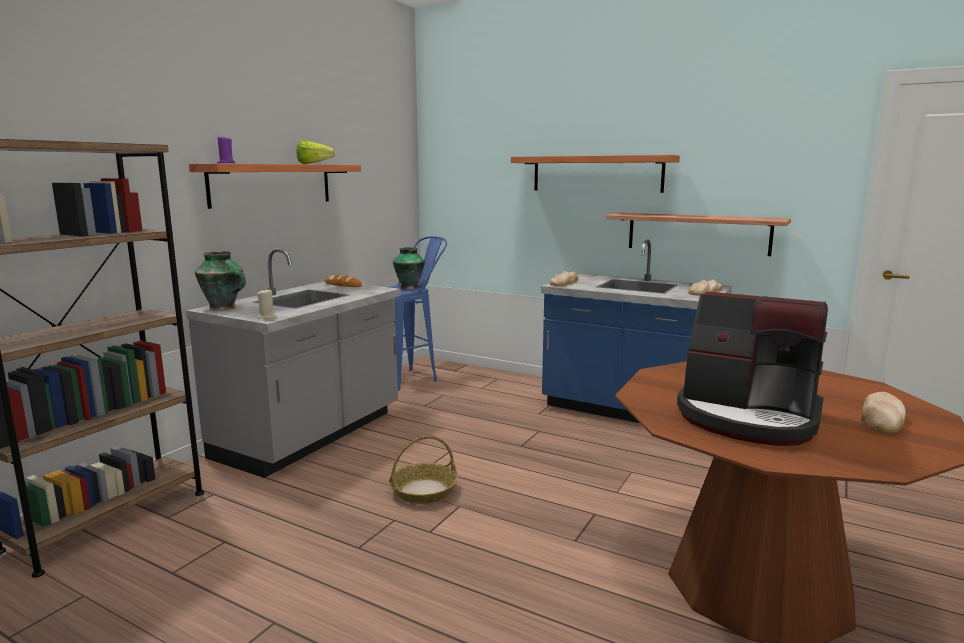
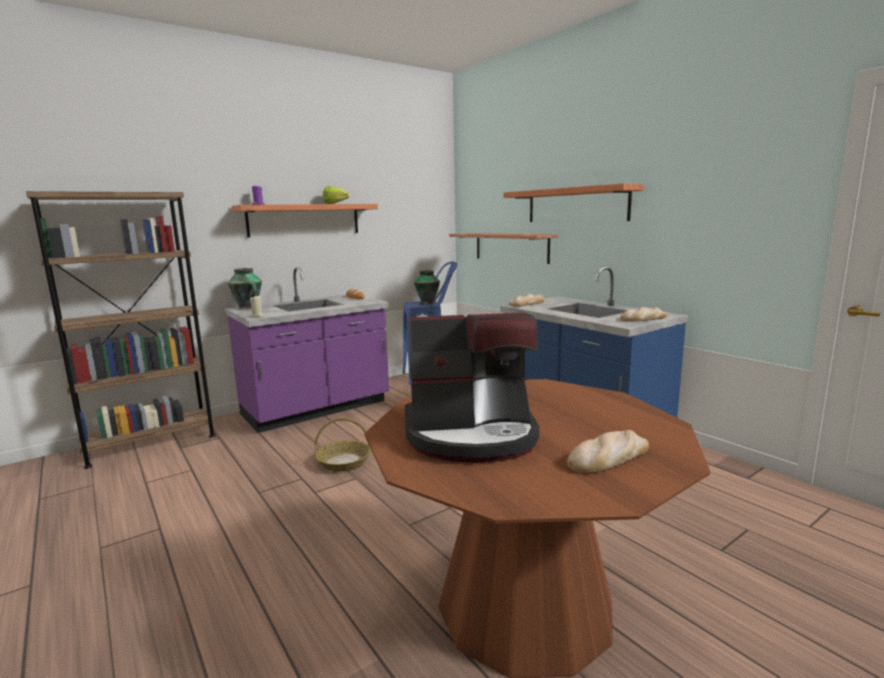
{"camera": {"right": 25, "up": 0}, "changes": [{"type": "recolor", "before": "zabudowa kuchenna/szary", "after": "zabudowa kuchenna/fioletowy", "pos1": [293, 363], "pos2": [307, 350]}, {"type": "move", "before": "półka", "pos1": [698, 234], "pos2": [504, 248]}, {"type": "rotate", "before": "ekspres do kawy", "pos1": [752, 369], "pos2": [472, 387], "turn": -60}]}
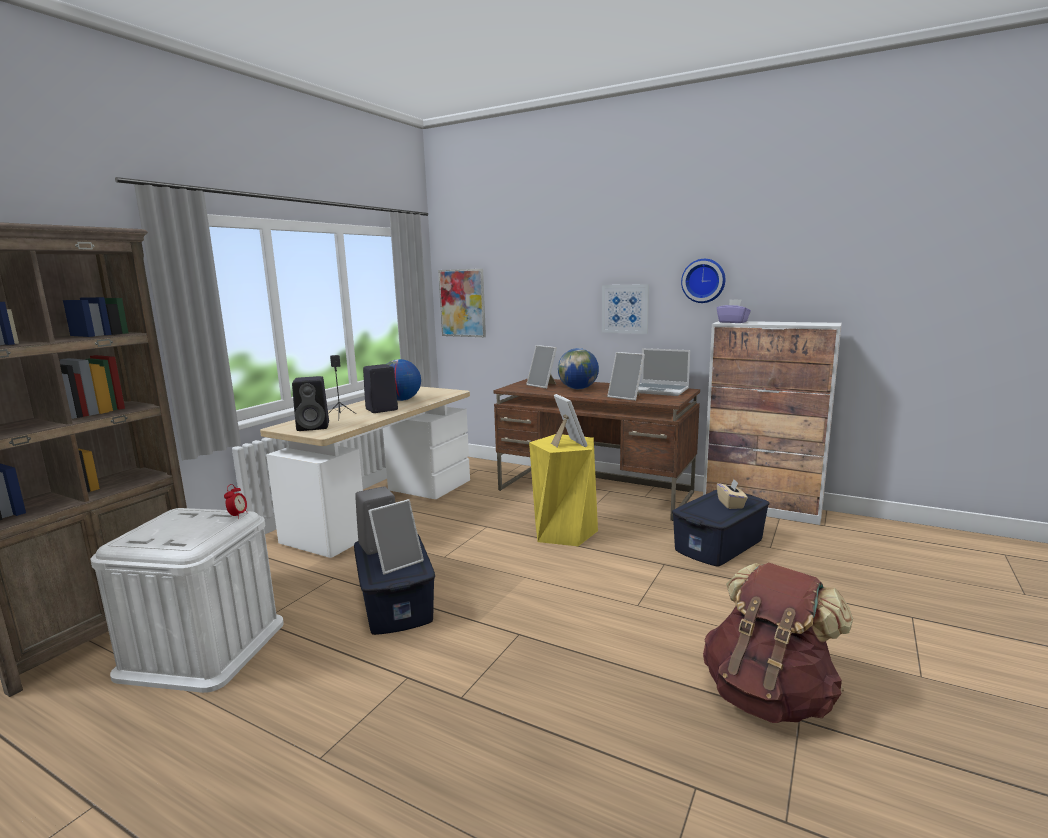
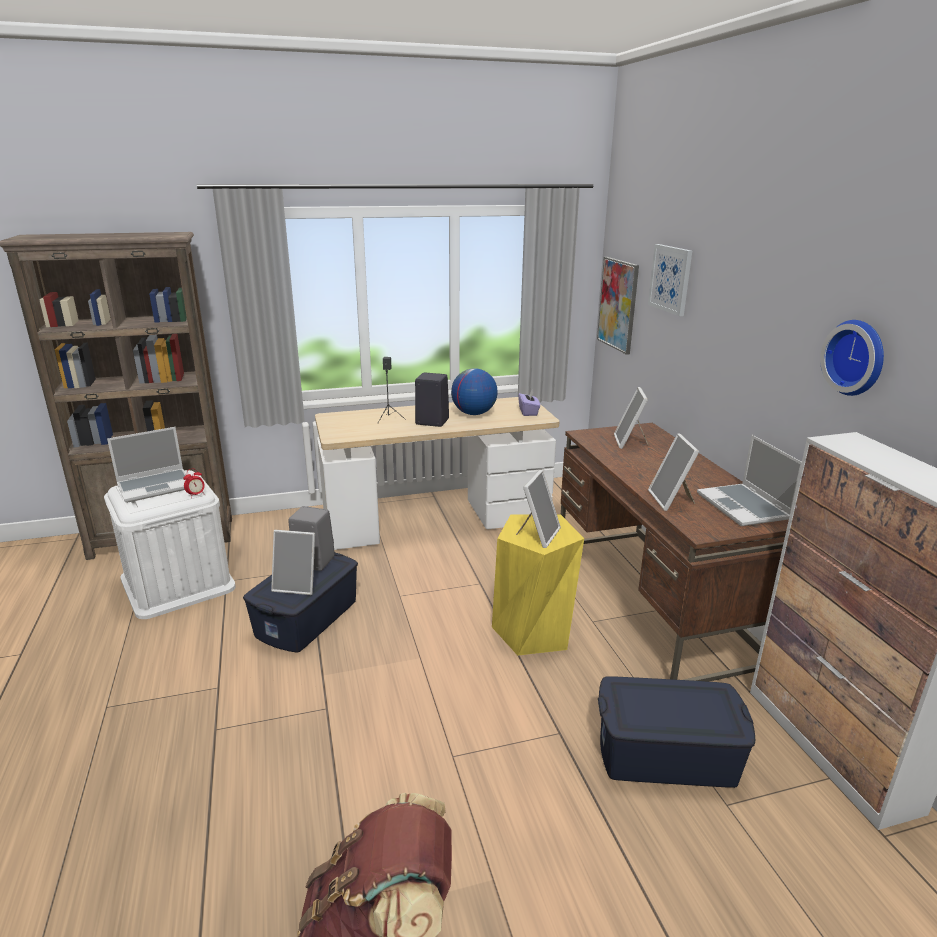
{"camera": {"right": 45, "up": 10}, "changes": [{"type": "delete", "before": "głośnik/czarny", "pos1": [310, 403]}, {"type": "delete", "before": "globus", "pos1": [578, 368]}, {"type": "move", "before": "obraz", "pos1": [625, 309], "pos2": [670, 280]}, {"type": "move", "before": "pudełko chusteczek/fioletowy", "pos1": [734, 311], "pos2": [529, 403]}, {"type": "delete", "before": "pudełko chusteczek/beżowy", "pos1": [732, 494]}, {"type": "insert", "after": "laptop", "pos2": [147, 465]}]}
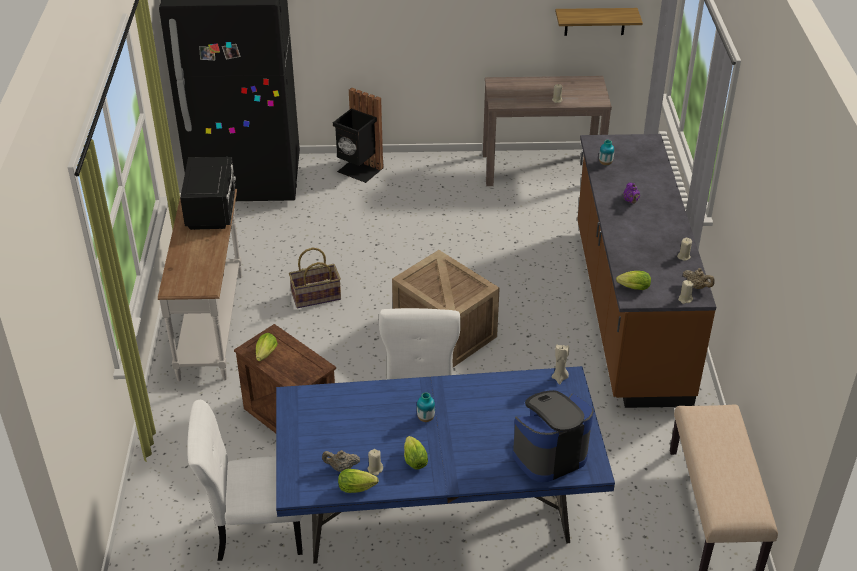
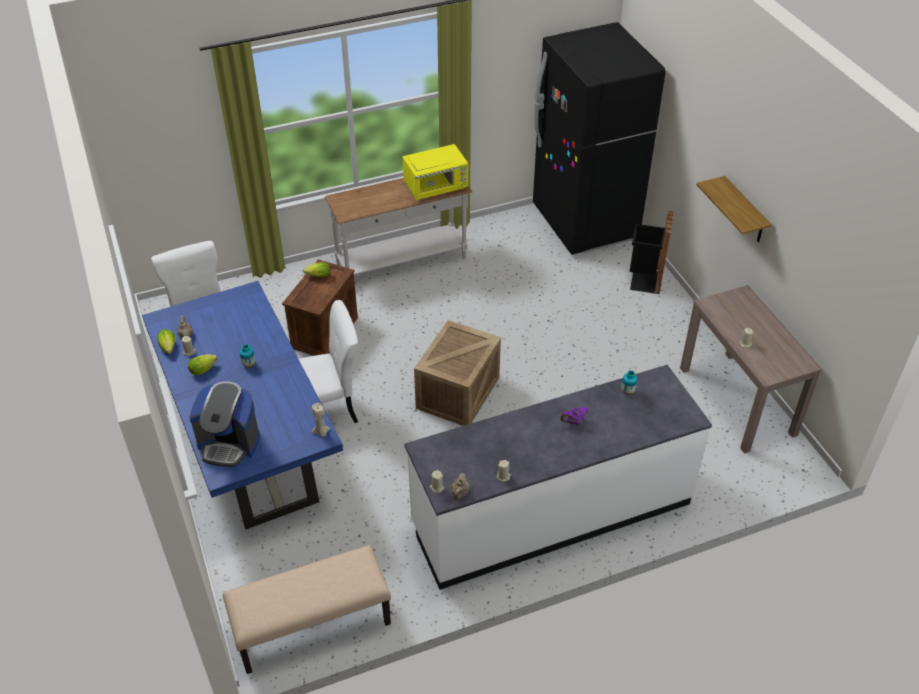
{"camera": {"right": 70, "up": 5}, "changes": [{"type": "recolor", "before": "mikrofalówka/czarny", "after": "mikrofalówka/żółty", "pos1": [208, 193], "pos2": [435, 172]}, {"type": "delete", "before": "koszyk", "pos1": [315, 278]}, {"type": "rotate", "before": "ekspres do kawy", "pos1": [553, 436], "pos2": [224, 424], "turn": 150}, {"type": "move", "before": "półka", "pos1": [599, 22], "pos2": [734, 209]}, {"type": "recolor", "before": "zabudowa kuchenna/brązowy", "after": "zabudowa kuchenna/biały", "pos1": [646, 271], "pos2": [558, 477]}, {"type": "delete", "before": "sałata", "pos1": [633, 280]}]}
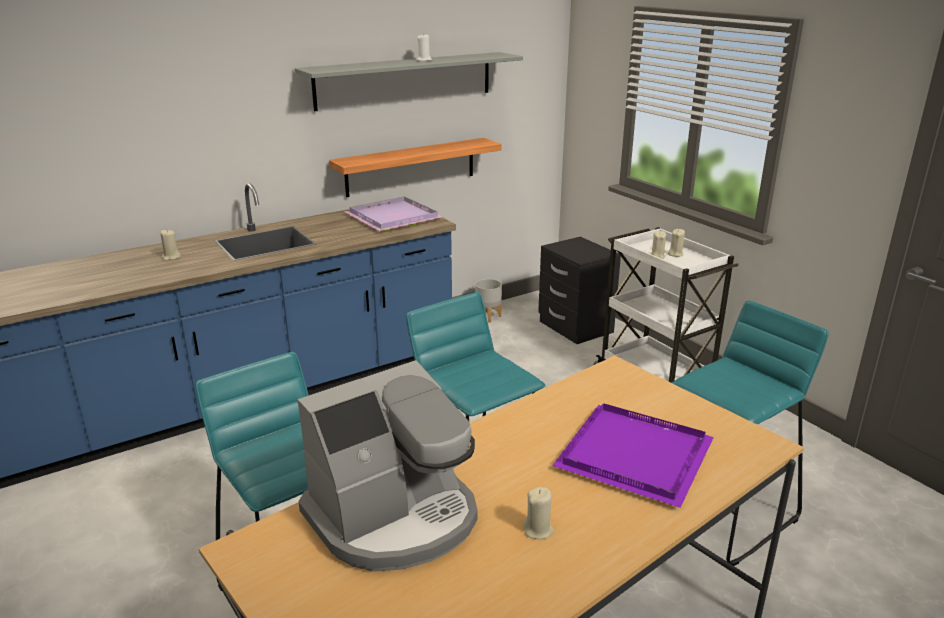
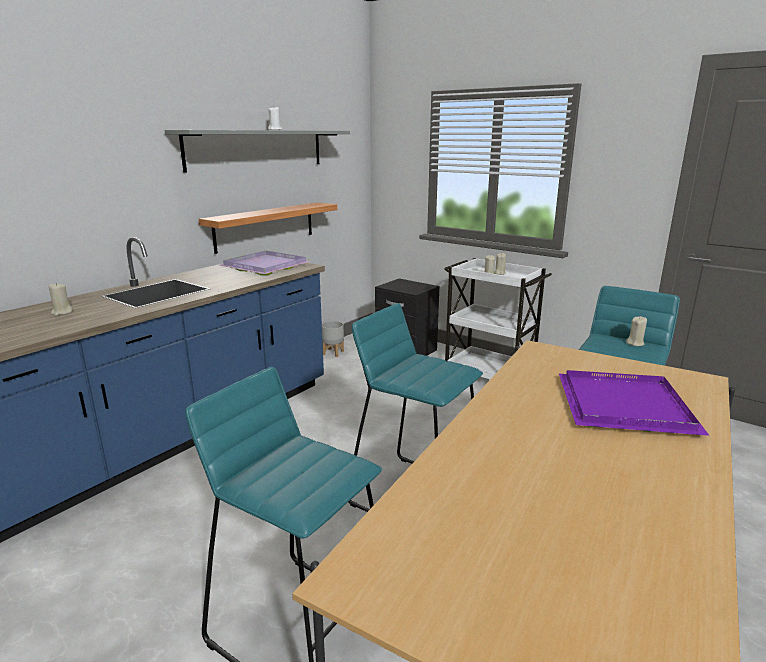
{"camera": {"right": -20, "up": -5}, "changes": [{"type": "delete", "before": "ekspres do kawy", "pos1": [388, 466]}, {"type": "move", "before": "świeca/beżowy", "pos1": [538, 513], "pos2": [636, 331]}]}
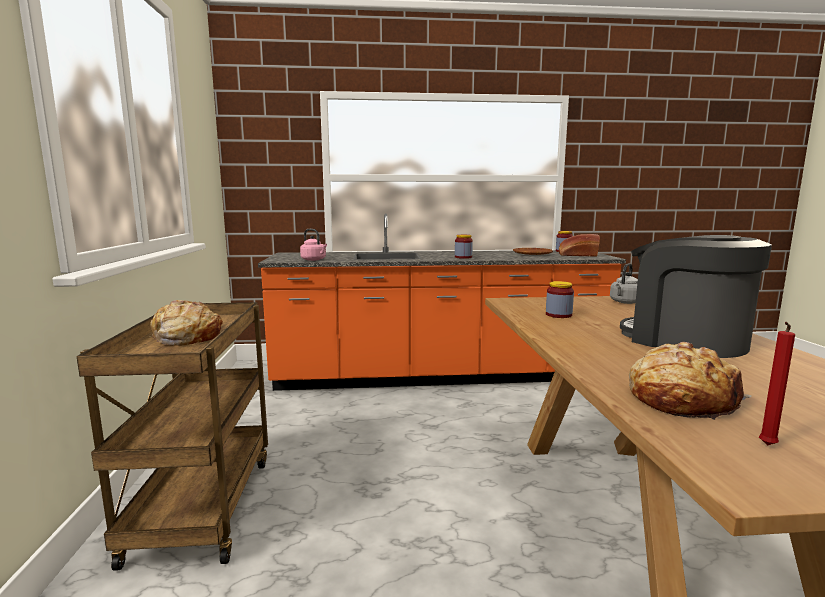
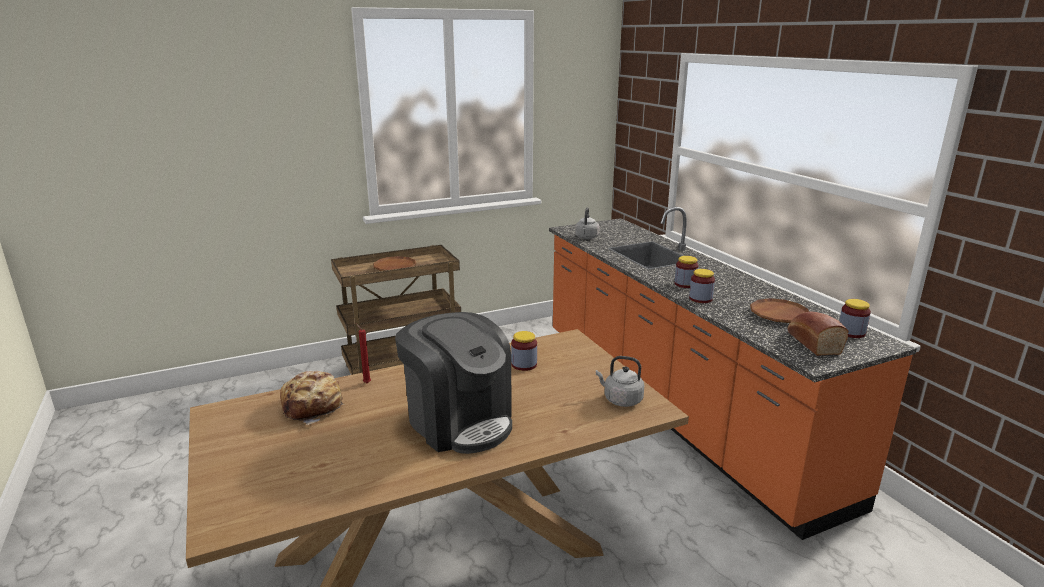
{"camera": {"right": 70, "up": 10}, "changes": [{"type": "replace", "before": "chleb", "after": "talerz/brązowy", "pos1": [186, 323], "pos2": [394, 263]}, {"type": "recolor", "before": "czajnik/różowy", "after": "czajnik/szary", "pos1": [313, 245], "pos2": [587, 223]}, {"type": "rotate", "before": "ekspres do kawy", "pos1": [696, 296], "pos2": [453, 383], "turn": 105}, {"type": "move", "before": "świeca/czerwony", "pos1": [777, 384], "pos2": [363, 353]}, {"type": "insert", "after": "słoik", "pos2": [702, 286]}]}
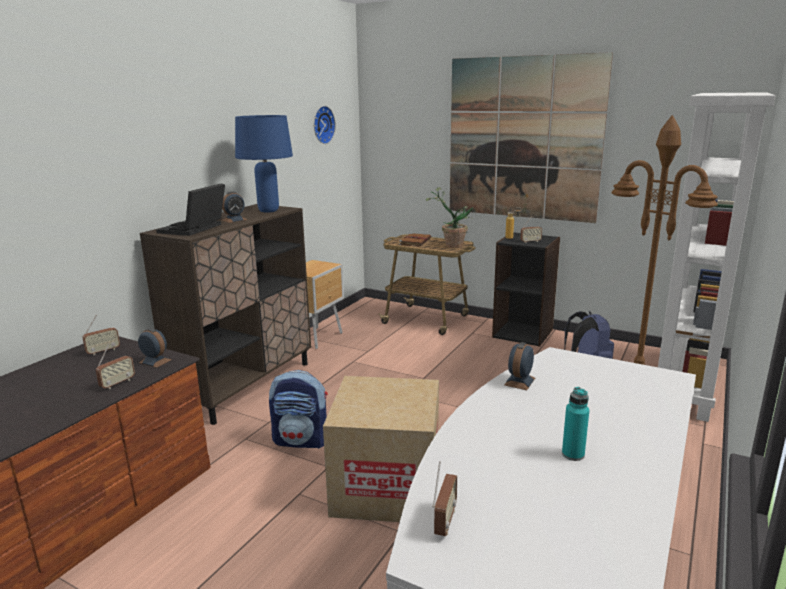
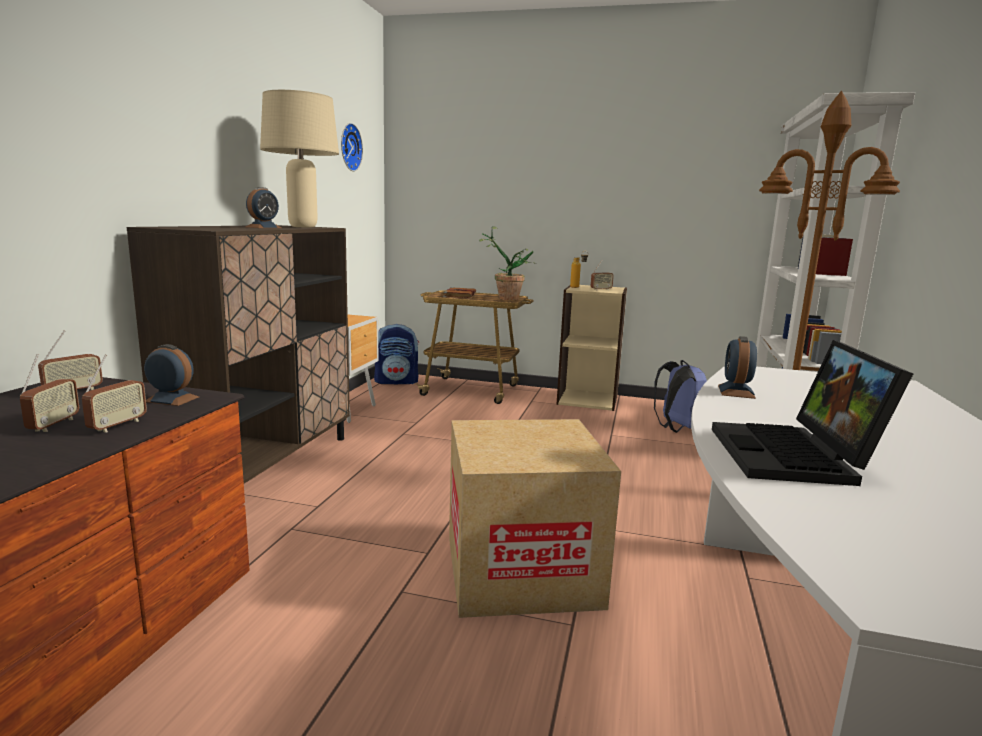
{"camera": {"right": -15, "up": -5}, "changes": [{"type": "move", "before": "laptop", "pos1": [190, 209], "pos2": [812, 413]}, {"type": "recolor", "before": "lampa stołowa/niebieski", "after": "lampa stołowa/beżowy", "pos1": [264, 164], "pos2": [299, 159]}, {"type": "move", "before": "plecak", "pos1": [298, 409], "pos2": [396, 354]}, {"type": "move", "before": "radio", "pos1": [444, 498], "pos2": [49, 393]}, {"type": "delete", "before": "obraz", "pos1": [531, 137]}, {"type": "recolor", "before": "regał/czarny", "after": "regał/beżowy", "pos1": [526, 289], "pos2": [591, 348]}, {"type": "delete", "before": "butelka/turkusowy", "pos1": [575, 424]}]}
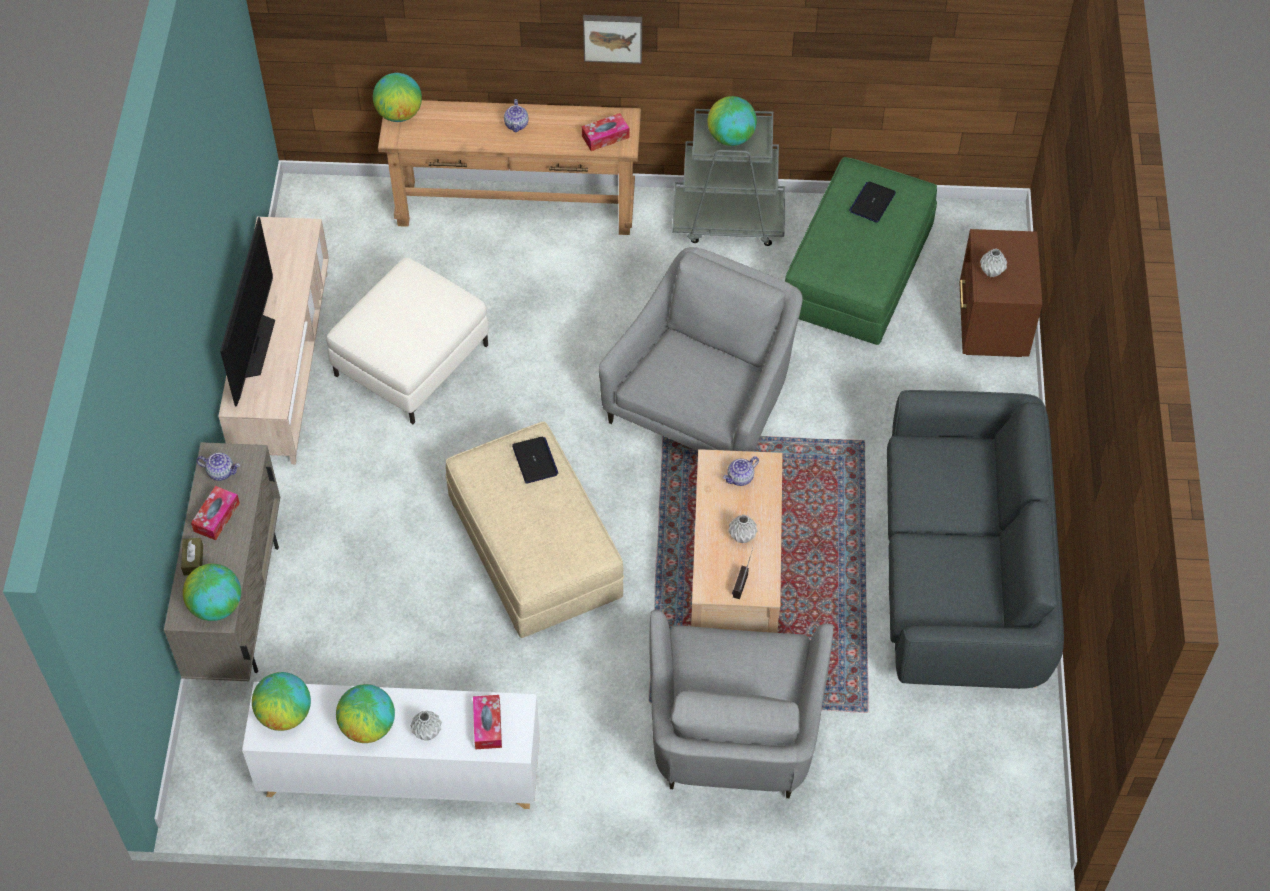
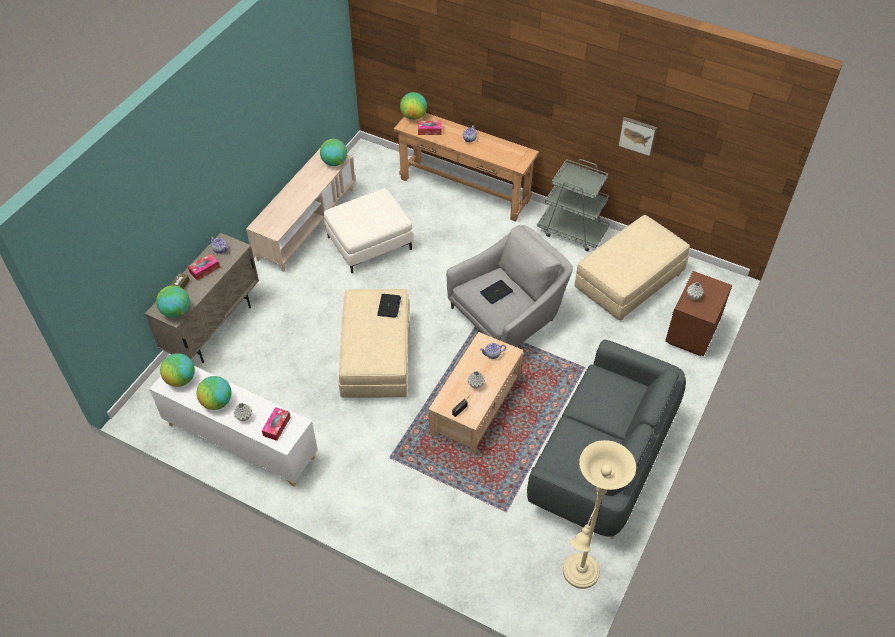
{"camera": {"right": 25, "up": -5}, "changes": [{"type": "delete", "before": "telewizor", "pos1": [247, 312]}, {"type": "move", "before": "pudełko chusteczek", "pos1": [605, 132], "pos2": [430, 128]}, {"type": "move", "before": "obraz", "pos1": [612, 39], "pos2": [637, 136]}, {"type": "delete", "before": "fotel/szary", "pos1": [741, 704]}, {"type": "move", "before": "globus", "pos1": [732, 121], "pos2": [333, 152]}, {"type": "recolor", "before": "pufa/zielony", "after": "pufa/beżowy", "pos1": [861, 251], "pos2": [632, 268]}, {"type": "move", "before": "laptop", "pos1": [872, 202], "pos2": [496, 292]}, {"type": "insert", "after": "lampa stojąca/beżowy", "pos2": [599, 514]}]}
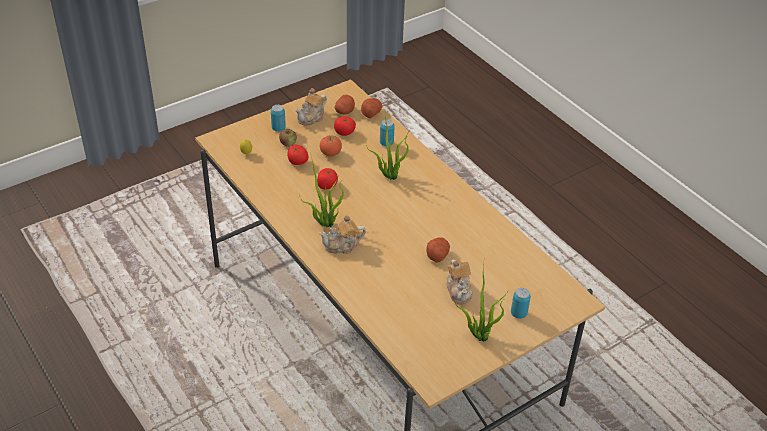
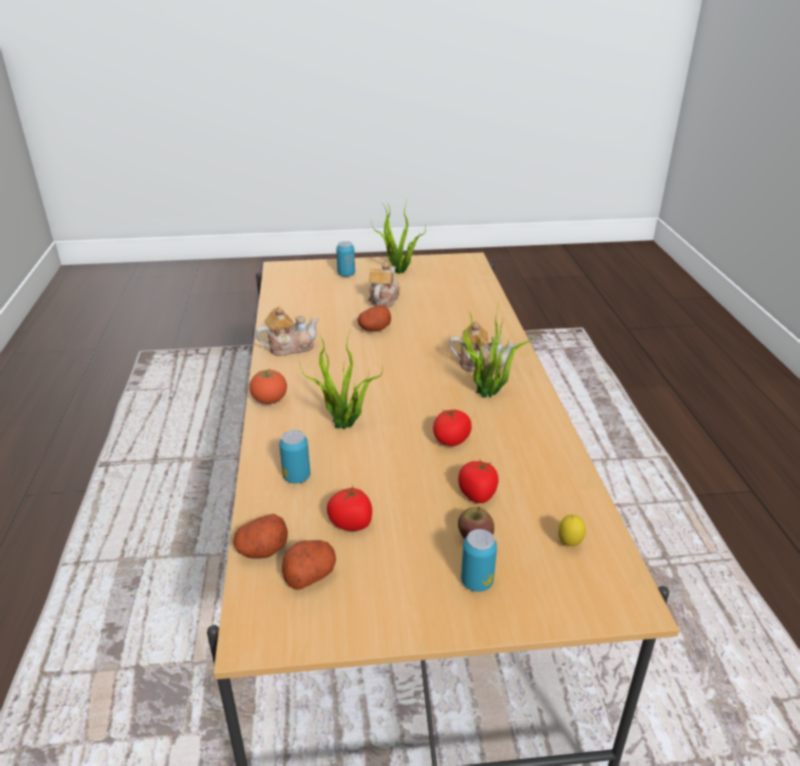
{"camera": {"right": -150, "up": -10}, "changes": [{"type": "move", "before": "imbryk", "pos1": [311, 107], "pos2": [287, 331]}, {"type": "move", "before": "pomidor", "pos1": [331, 145], "pos2": [268, 386]}]}
